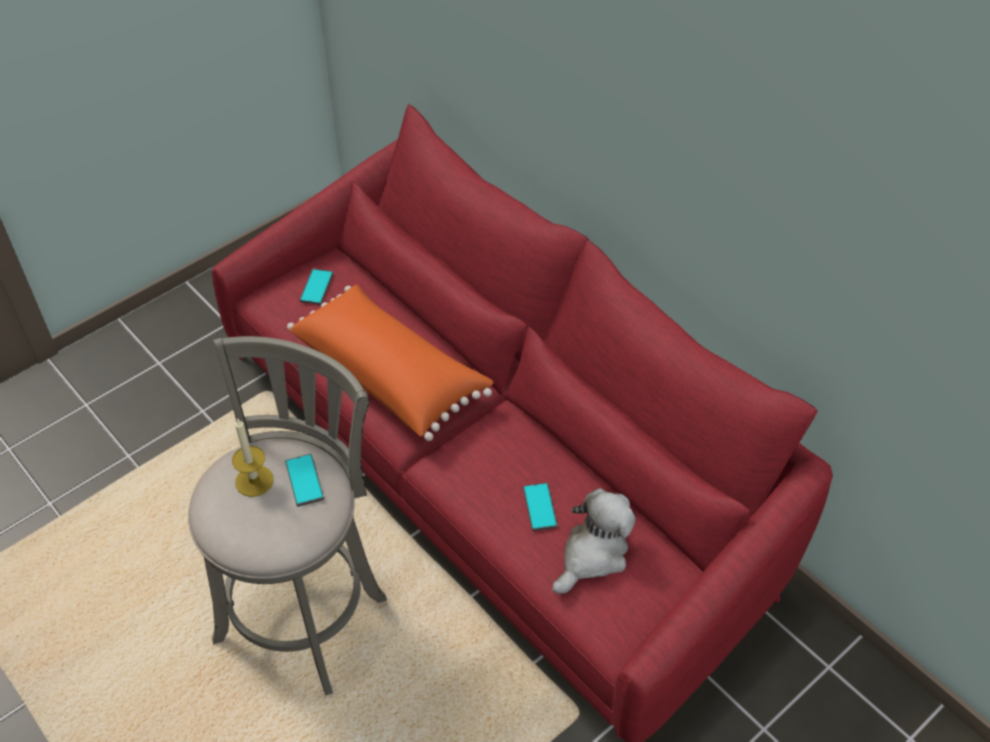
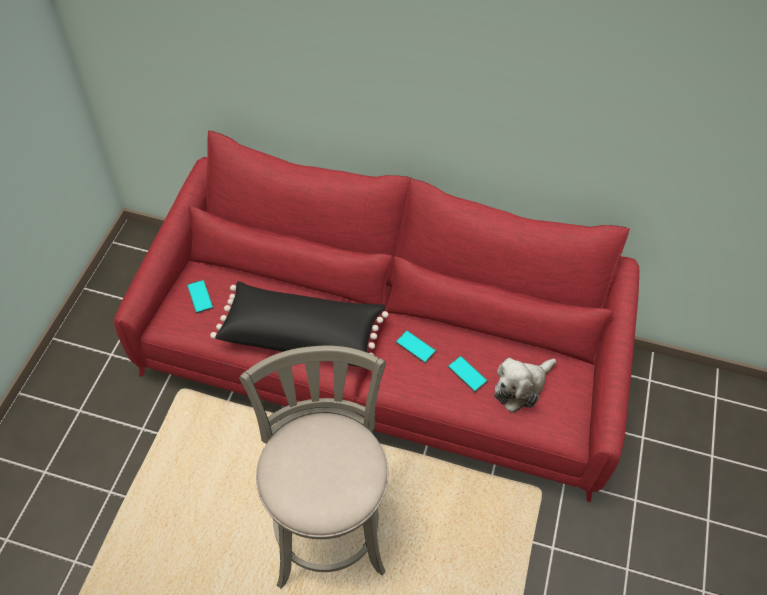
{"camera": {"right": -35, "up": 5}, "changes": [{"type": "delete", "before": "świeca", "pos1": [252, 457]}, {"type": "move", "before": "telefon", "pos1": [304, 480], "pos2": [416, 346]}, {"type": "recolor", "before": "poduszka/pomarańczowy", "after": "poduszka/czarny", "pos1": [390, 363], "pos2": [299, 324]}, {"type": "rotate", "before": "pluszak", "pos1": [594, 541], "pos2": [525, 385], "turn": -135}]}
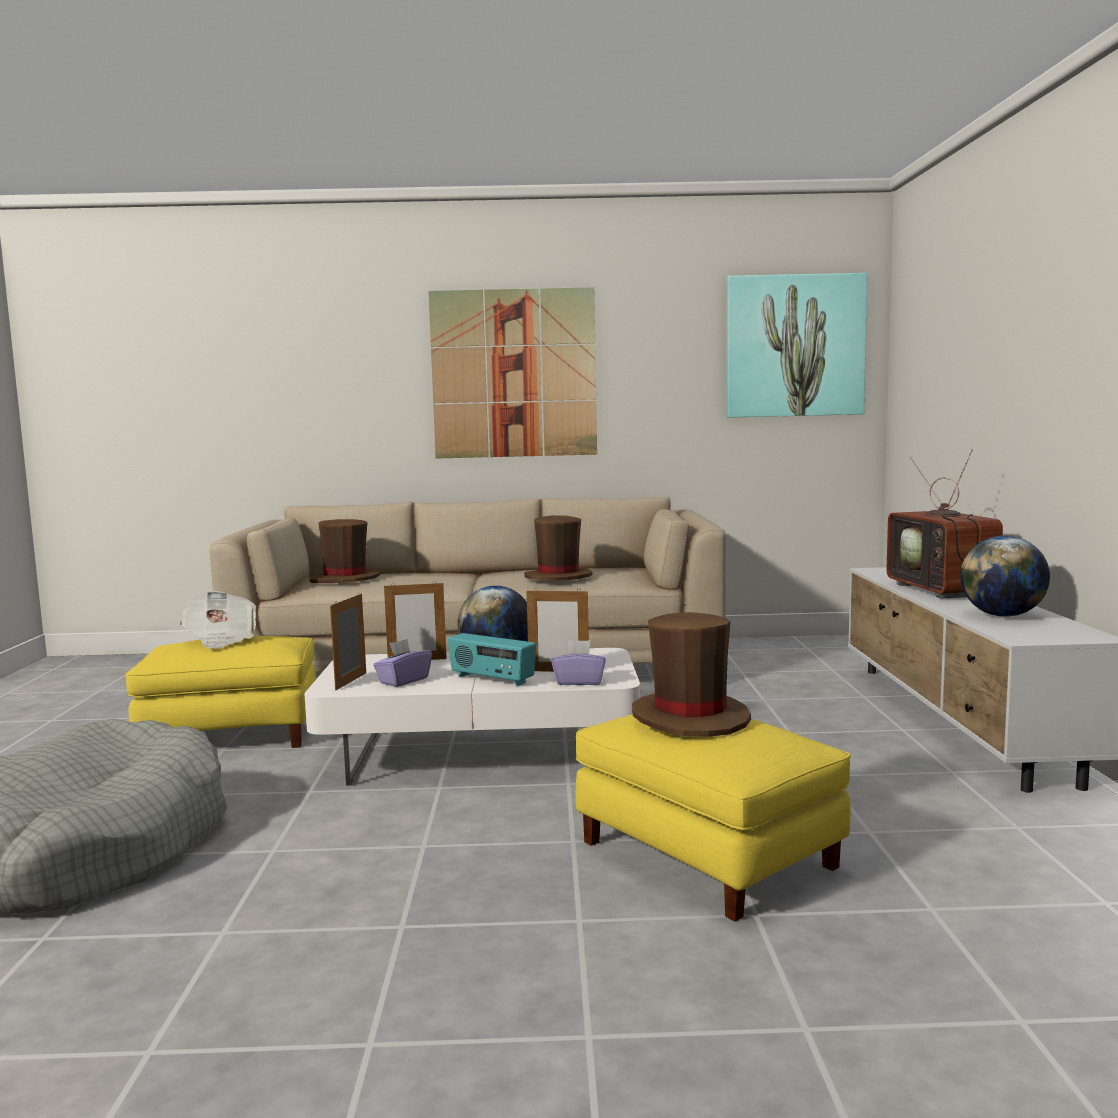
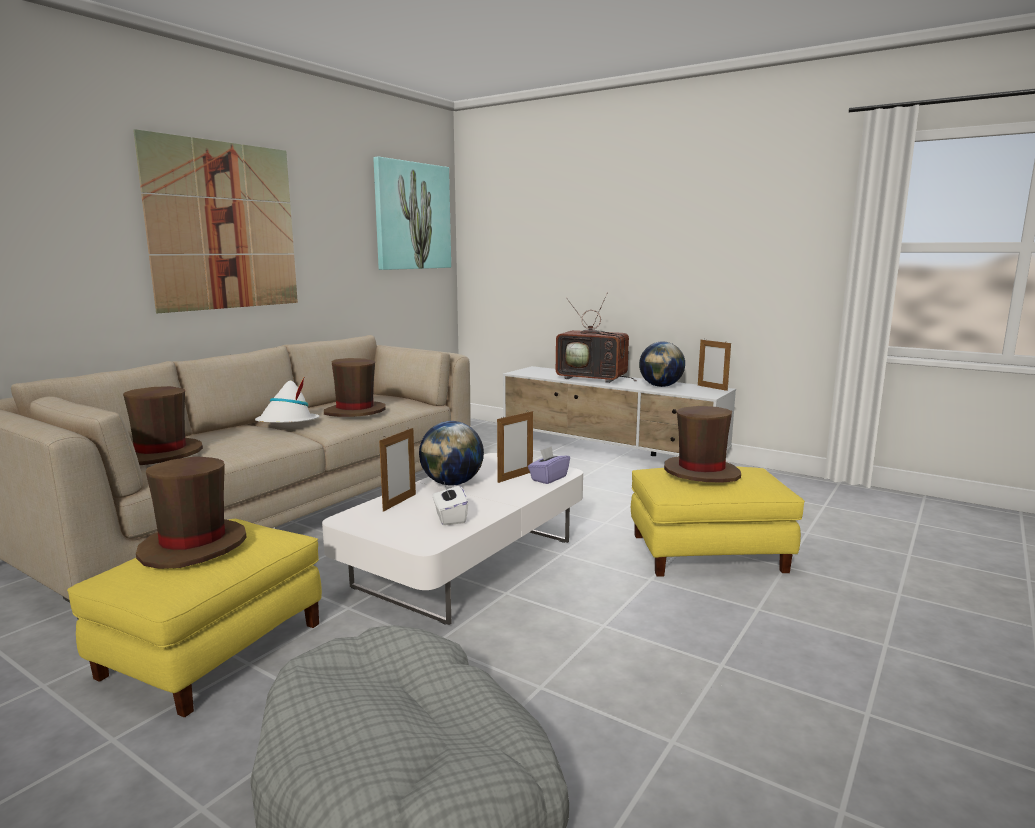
{"camera": {"right": -55, "up": 5}, "changes": [{"type": "replace", "before": "gazeta", "after": "kapelusz/brązowy", "pos1": [217, 620], "pos2": [191, 512]}, {"type": "move", "before": "ramka na zdjęcie", "pos1": [348, 641], "pos2": [714, 364]}, {"type": "recolor", "before": "pudełko chusteczek/fioletowy", "after": "pudełko chusteczek/biały", "pos1": [402, 663], "pos2": [450, 503]}, {"type": "delete", "before": "radio", "pos1": [492, 660]}, {"type": "insert", "after": "kapelusz/biały", "pos2": [287, 399]}]}
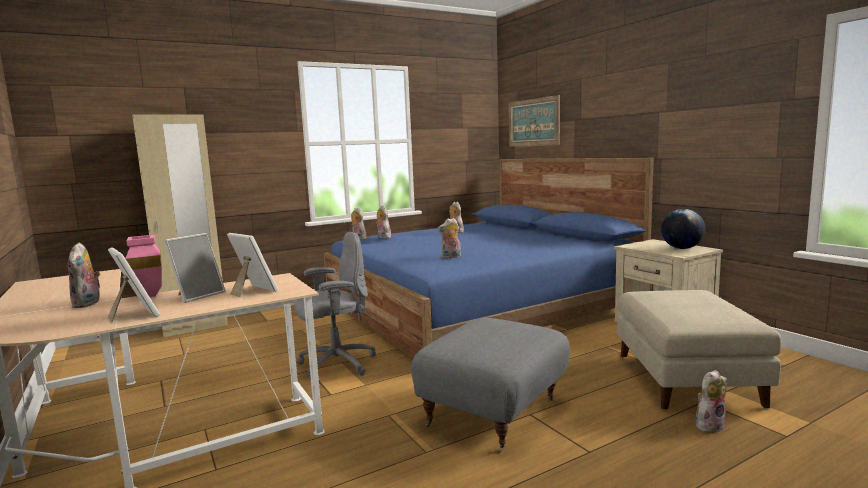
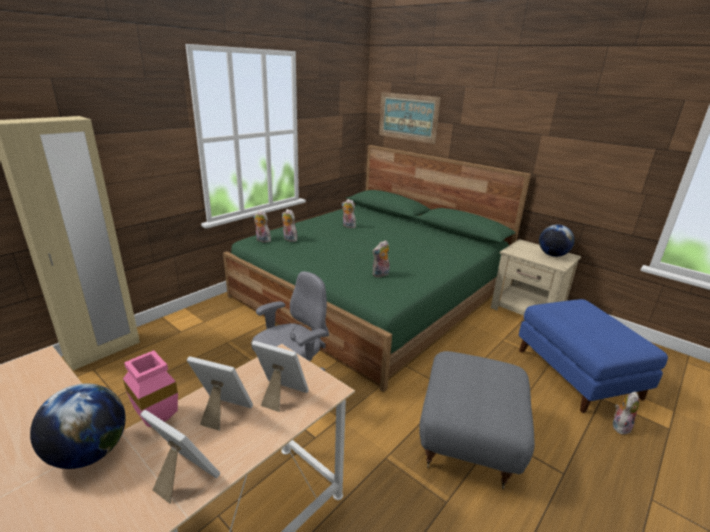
{"camera": {"right": -20, "up": 15}, "changes": [{"type": "replace", "before": "pluszak", "after": "globus", "pos1": [84, 275], "pos2": [78, 426]}, {"type": "rotate", "before": "ramka na zdjęcie", "pos1": [195, 268], "pos2": [220, 393], "turn": -90}, {"type": "recolor", "before": "łóżko/niebieski", "after": "łóżko/zielony", "pos1": [489, 258], "pos2": [377, 268]}, {"type": "recolor", "before": "pufa/beżowy", "after": "pufa/niebieski", "pos1": [699, 350], "pos2": [593, 356]}]}
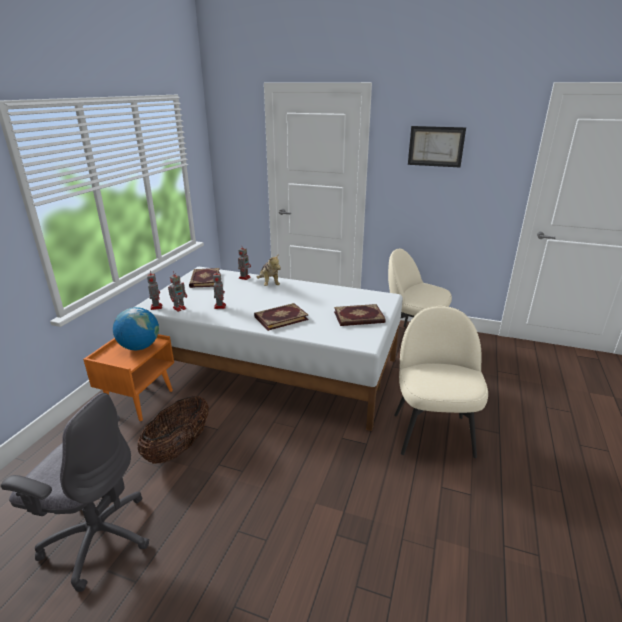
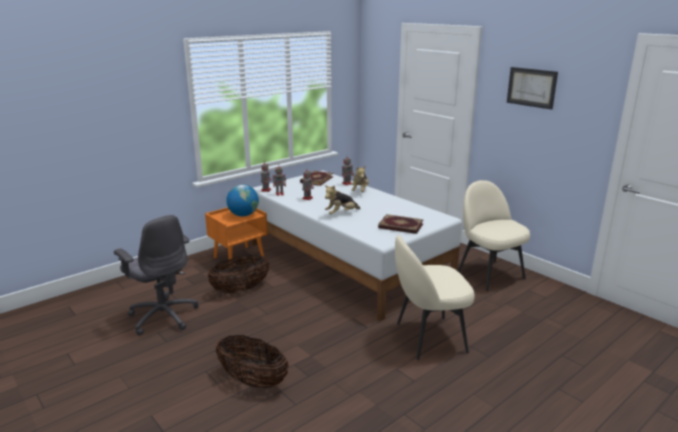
{"camera": {"right": 30, "up": -5}, "changes": [{"type": "replace", "before": "książka", "after": "pluszak", "pos1": [281, 317], "pos2": [342, 199]}, {"type": "rotate", "before": "krzesło/beżowy", "pos1": [441, 382], "pos2": [435, 297], "turn": -135}, {"type": "insert", "after": "koszyk", "pos2": [252, 361]}]}
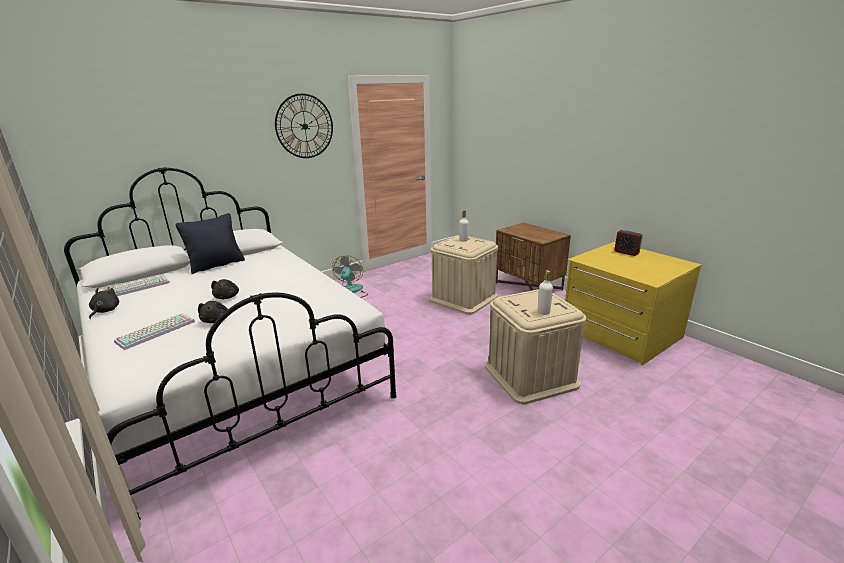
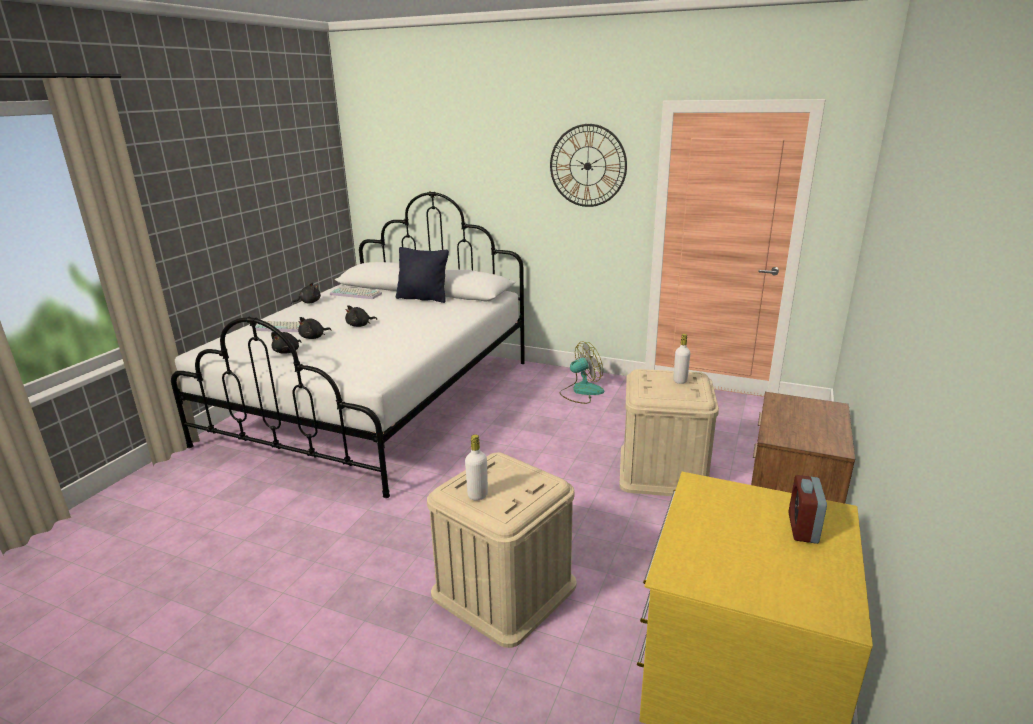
{"camera": {"right": 60, "up": 0}, "changes": [{"type": "insert", "after": "pluszak/czarny", "pos2": [286, 343]}]}
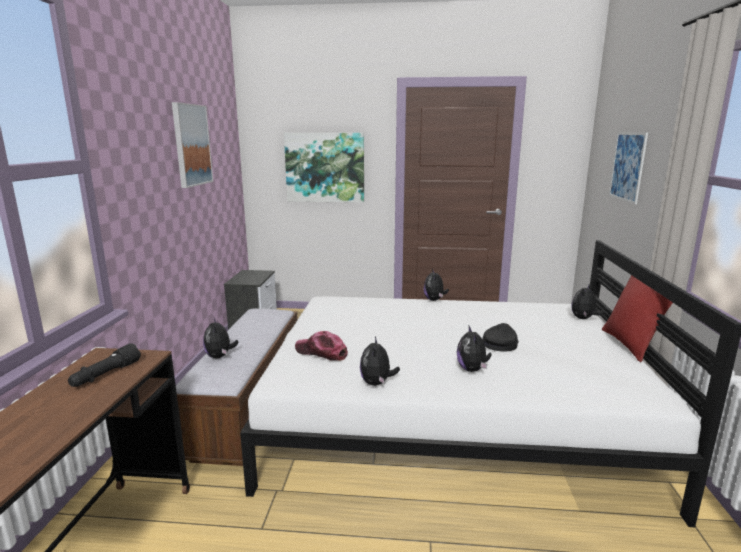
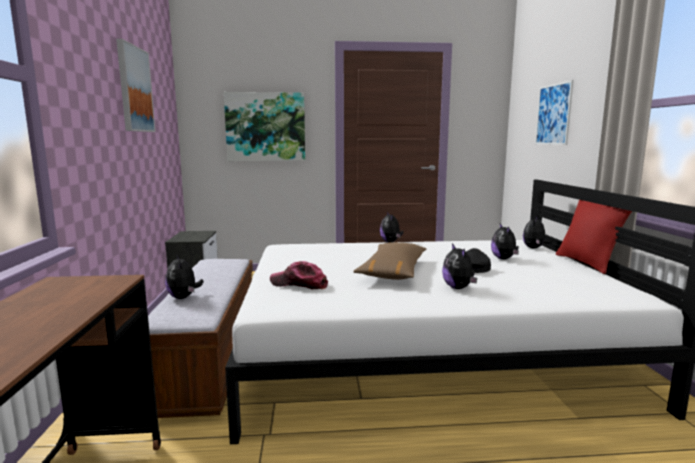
{"camera": {"right": -10, "up": -5}, "changes": [{"type": "delete", "before": "latarka/czarny", "pos1": [104, 365]}, {"type": "move", "before": "pluszak", "pos1": [380, 361], "pos2": [505, 242]}, {"type": "insert", "after": "poduszka/brązowy", "pos2": [390, 261]}]}
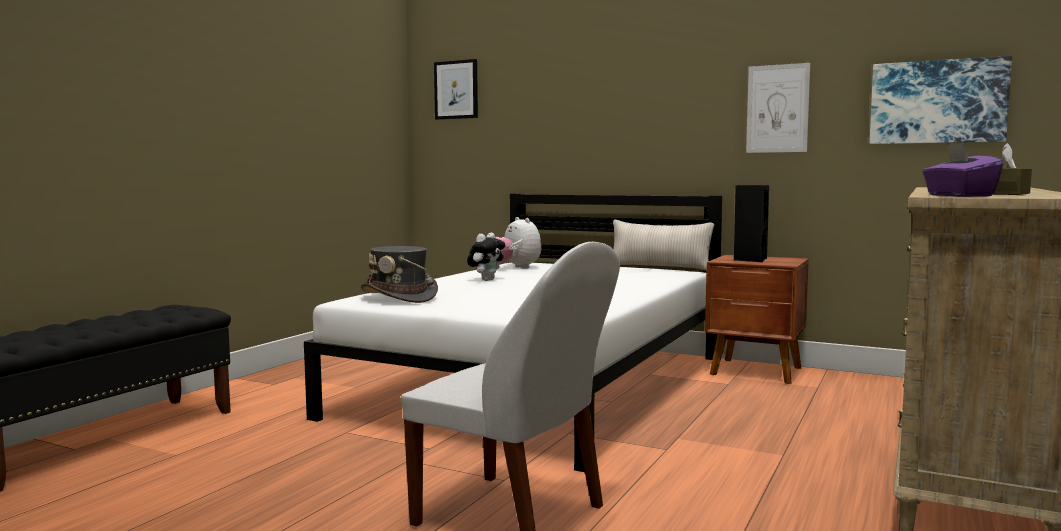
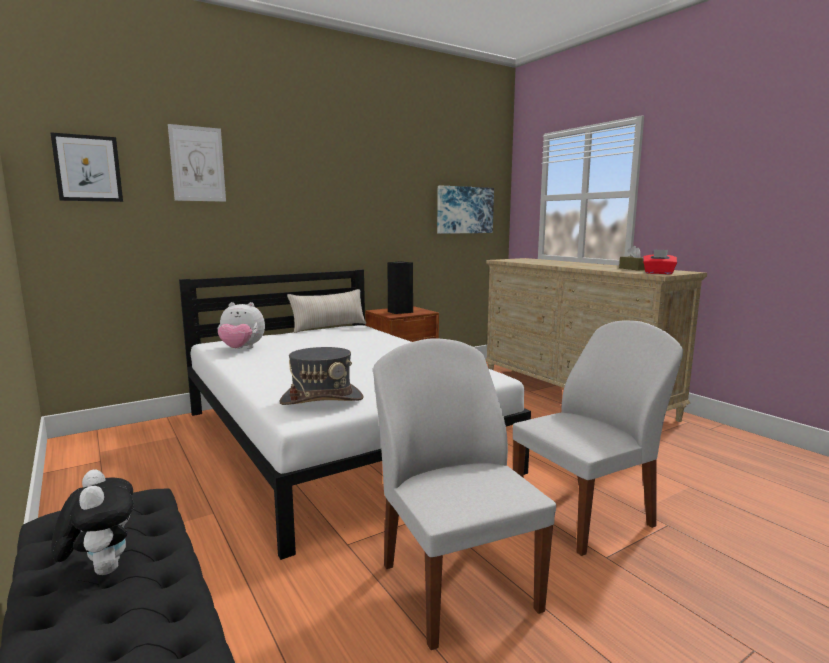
{"camera": {"right": -60, "up": 5}, "changes": [{"type": "move", "before": "pluszak", "pos1": [486, 257], "pos2": [92, 522]}, {"type": "move", "before": "obraz", "pos1": [778, 108], "pos2": [197, 163]}, {"type": "recolor", "before": "pudełko chusteczek/fioletowy", "after": "pudełko chusteczek/czerwony", "pos1": [963, 170], "pos2": [660, 261]}, {"type": "insert", "after": "krzesło/biały", "pos2": [464, 494]}]}
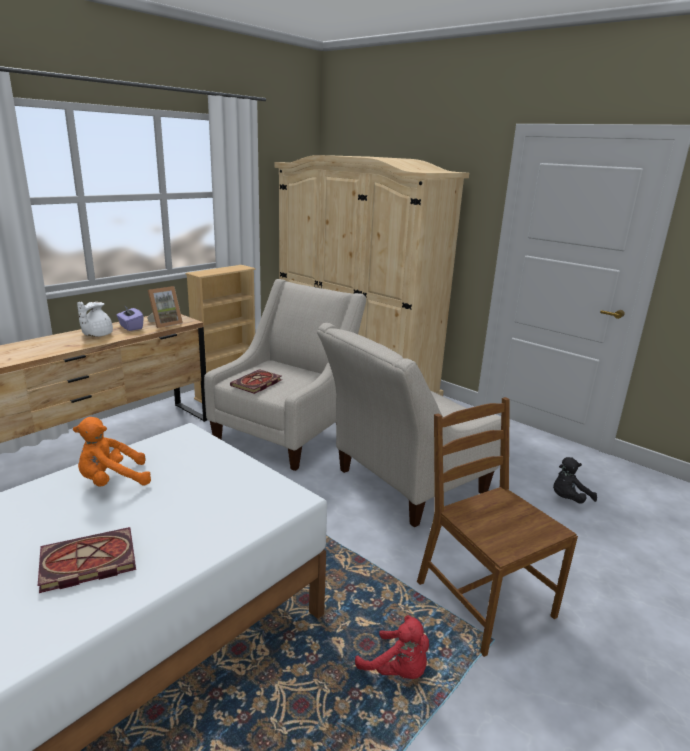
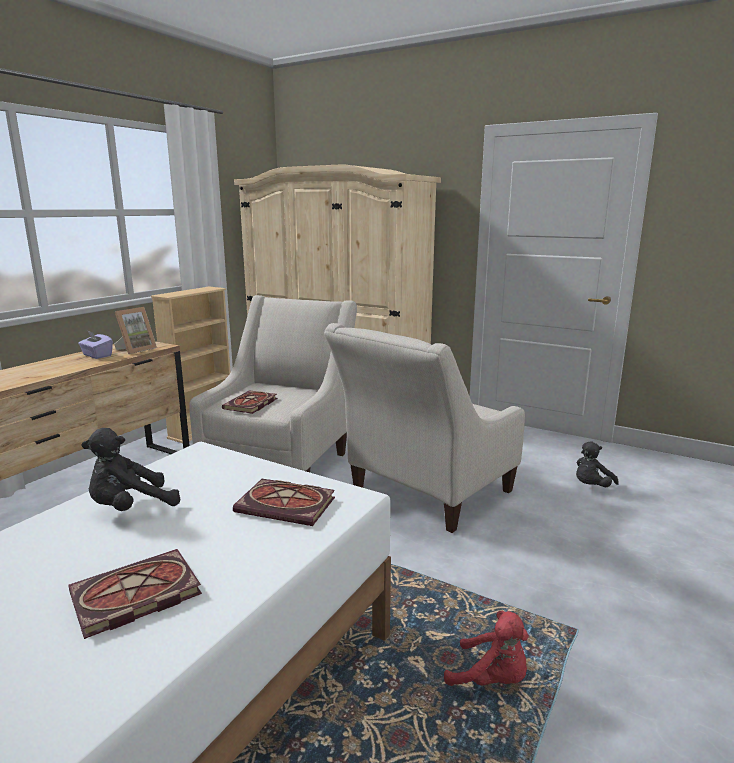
{"camera": {"right": -10, "up": -5}, "changes": [{"type": "recolor", "before": "pluszak/pomarańczowy", "after": "pluszak/czarny", "pos1": [112, 451], "pos2": [131, 469]}, {"type": "delete", "before": "imbryk/biały", "pos1": [95, 319]}, {"type": "delete", "before": "krzesło/brązowy", "pos1": [497, 527]}, {"type": "insert", "after": "książka", "pos2": [284, 502]}]}
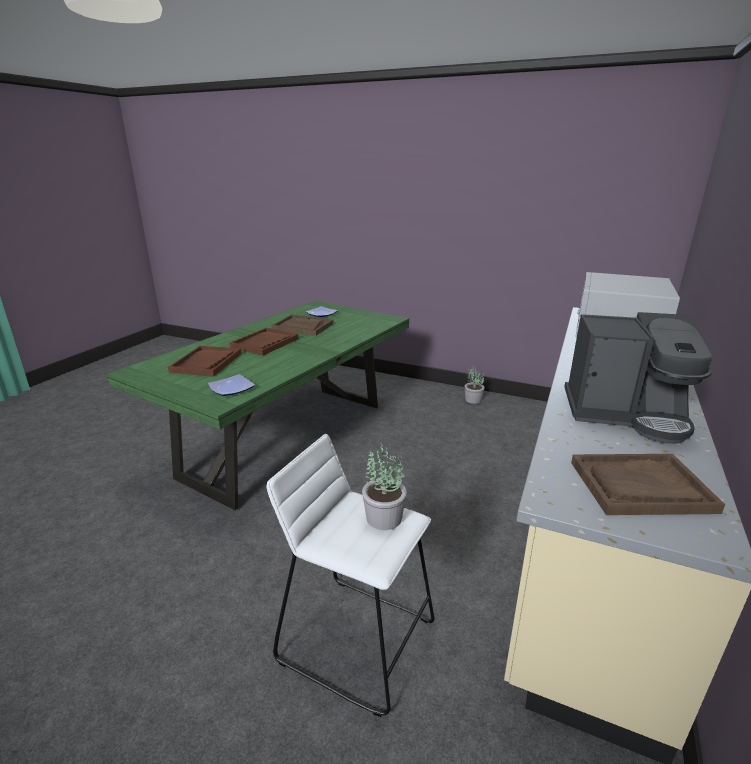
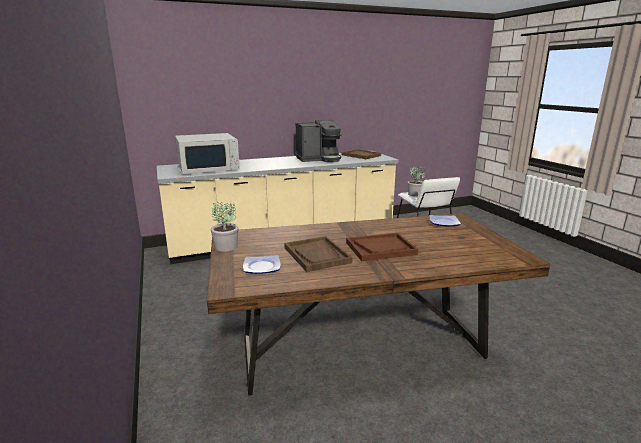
{"camera": {"right": -135, "up": -5}, "changes": [{"type": "recolor", "before": "stół jadalny/zielony", "after": "stół jadalny/brązowy", "pos1": [257, 405], "pos2": [379, 304]}, {"type": "delete", "before": "taca/brązowy", "pos1": [204, 361]}, {"type": "move", "before": "roślina doniczkowa", "pos1": [475, 384], "pos2": [225, 227]}, {"type": "rotate", "before": "ekspres do kawy", "pos1": [638, 378], "pos2": [318, 141], "turn": 105}]}
